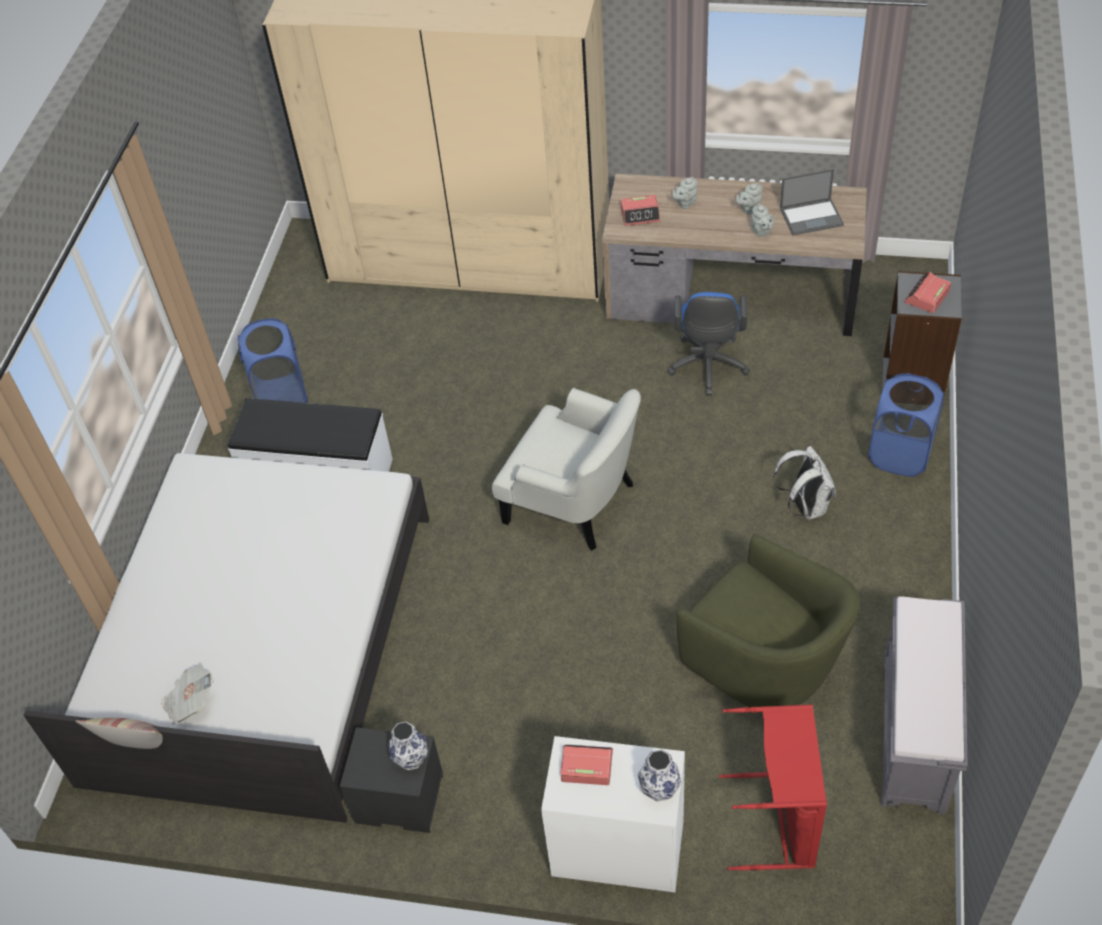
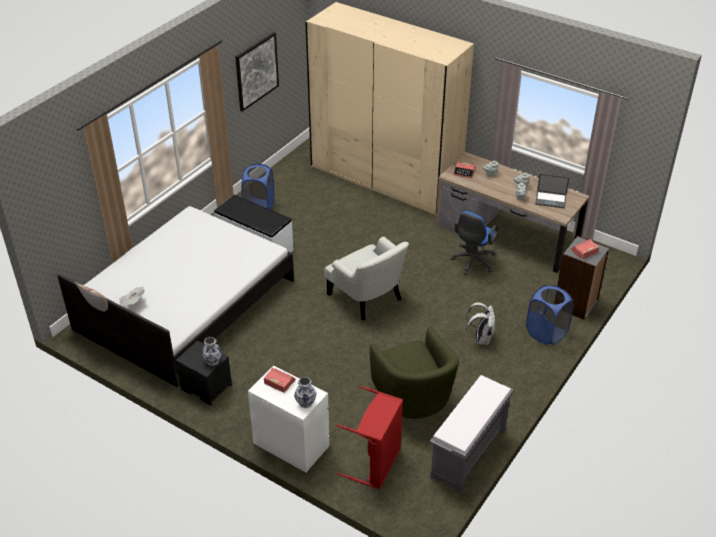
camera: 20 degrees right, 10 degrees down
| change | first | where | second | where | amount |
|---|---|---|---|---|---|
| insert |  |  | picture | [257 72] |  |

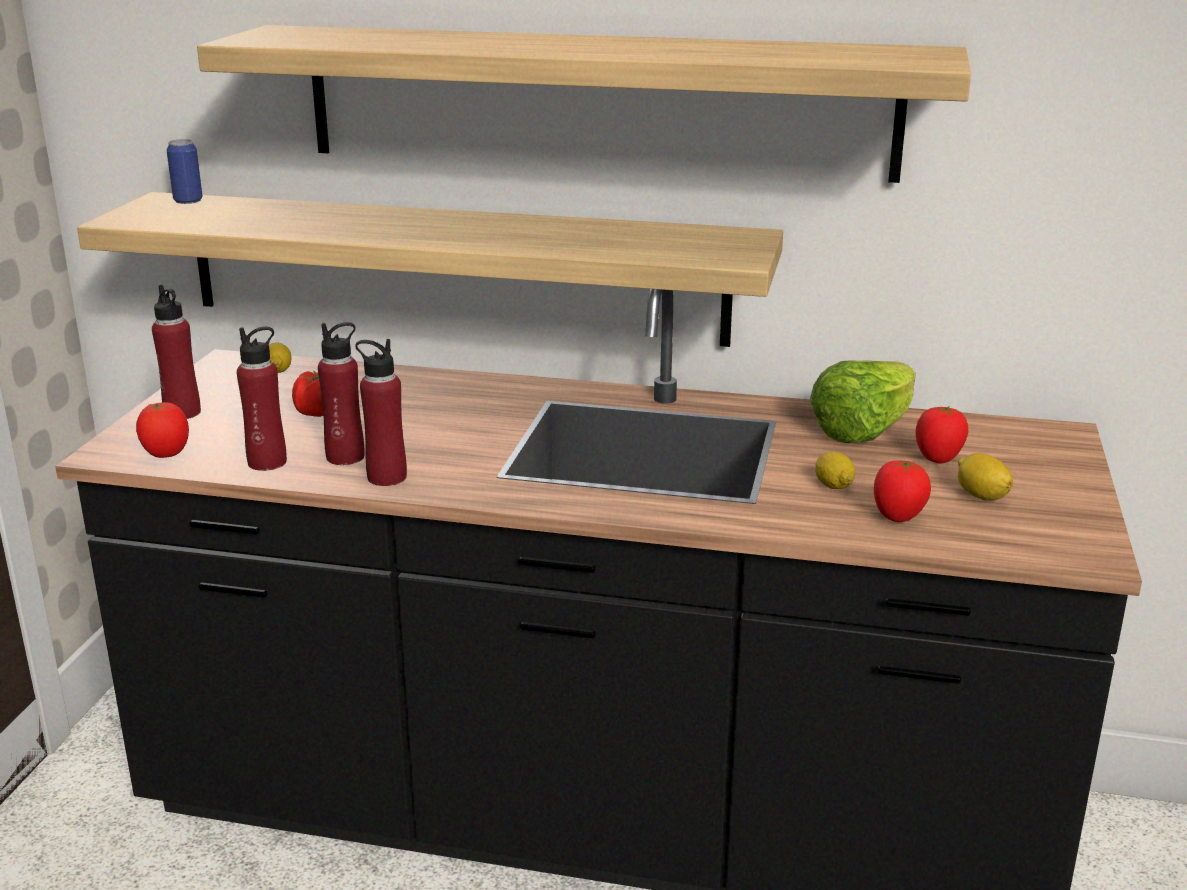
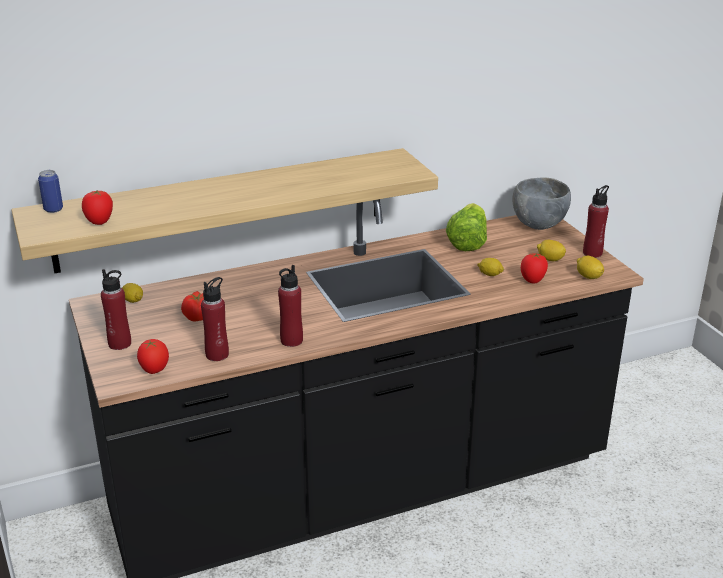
camera: 35 degrees left, 5 degrees up
| change | first | where | second | where | amount |
|---|---|---|---|---|---|
| delete | shelf | [584 104] |  |  |  |
| move | red bottle | [341 393] |  | [596 221] |  |
| move | tomato | [942 435] |  | [97 207] |  |
| insert |  |  | grey bowl | [541 203] |  |
| insert |  |  | lemon | [590 267] |  |

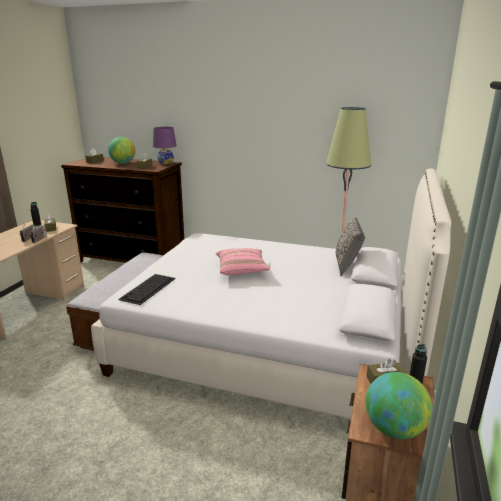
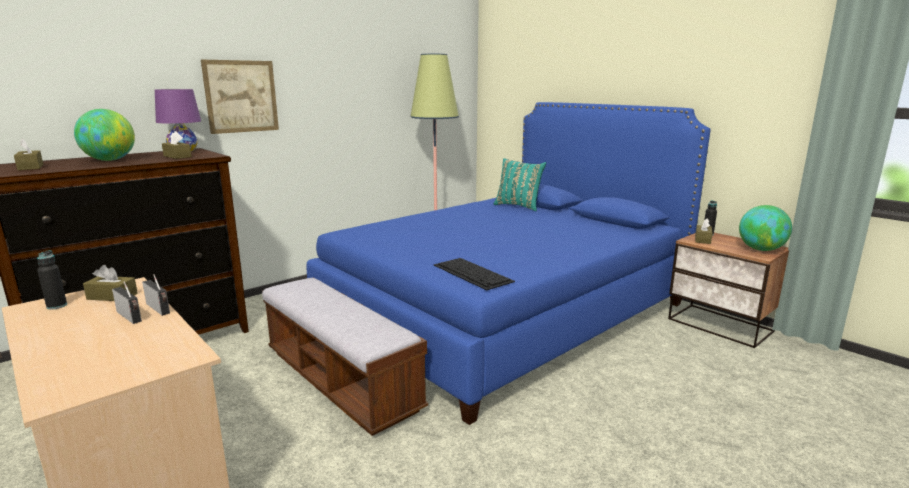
camera: 60 degrees left, 5 degrees down
| change | first | where | second | where | amount |
|---|---|---|---|---|---|
| recolor | white bed | [271 293] | blue bed | [509 263] |  |
| recolor | grey pillow | [350 246] | turquoise pillow | [520 184] |  |
| delete | pink pillow | [243 261] |  |  |  |
| insert |  |  | picture | [240 97] |  |

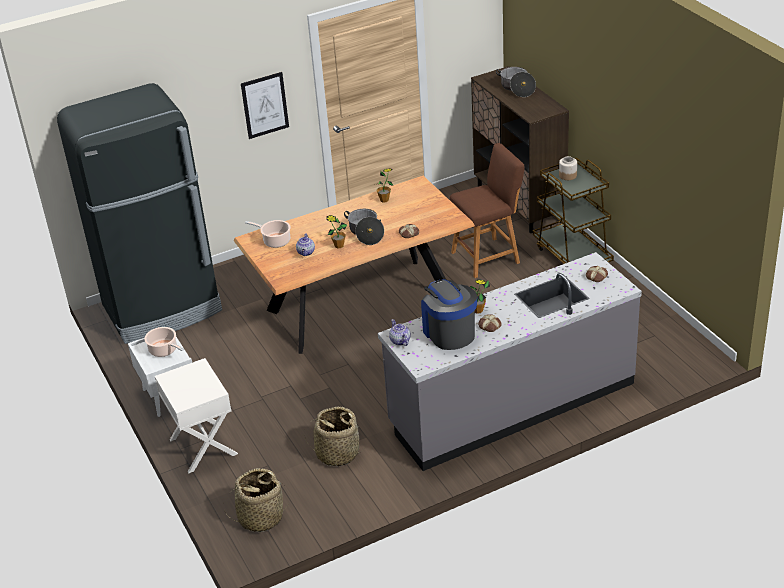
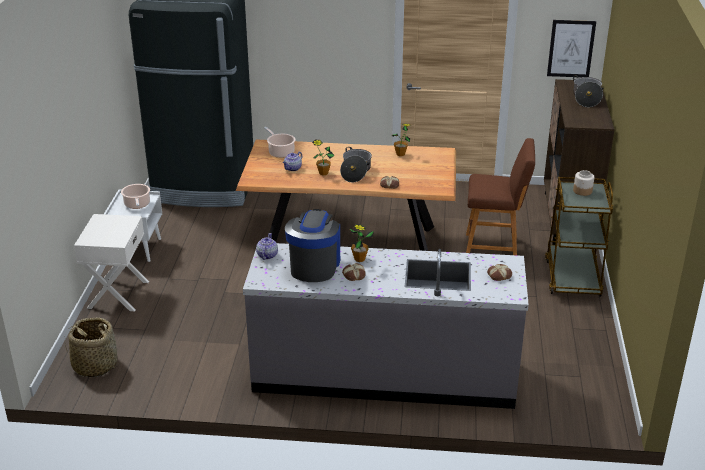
camera: 30 degrees right, 5 degrees down
| change | first | where | second | where | amount |
|---|---|---|---|---|---|
| move | picture | [265 105] |  | [571 48] |  |
| delete | basket | [334 436] |  |  |  |

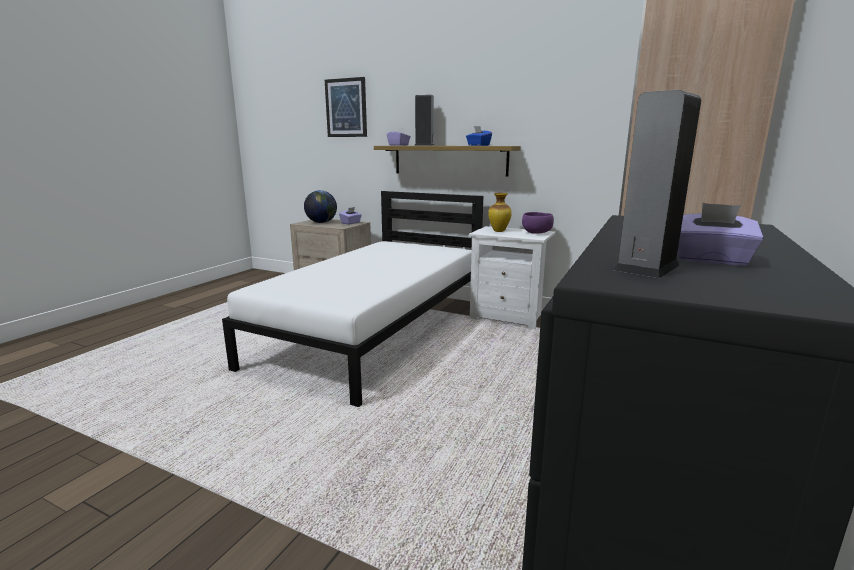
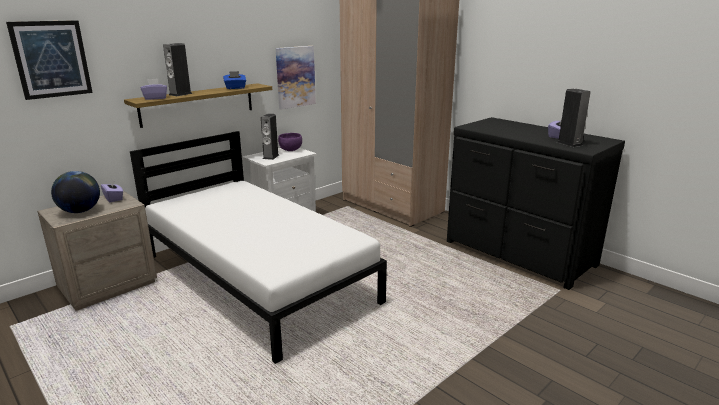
camera: 70 degrees left, 5 degrees up
| change | first | where | second | where | amount |
|---|---|---|---|---|---|
| replace | vase | [500 212] | speaker | [270 137] |  |
| insert |  |  | picture | [296 78] |  |

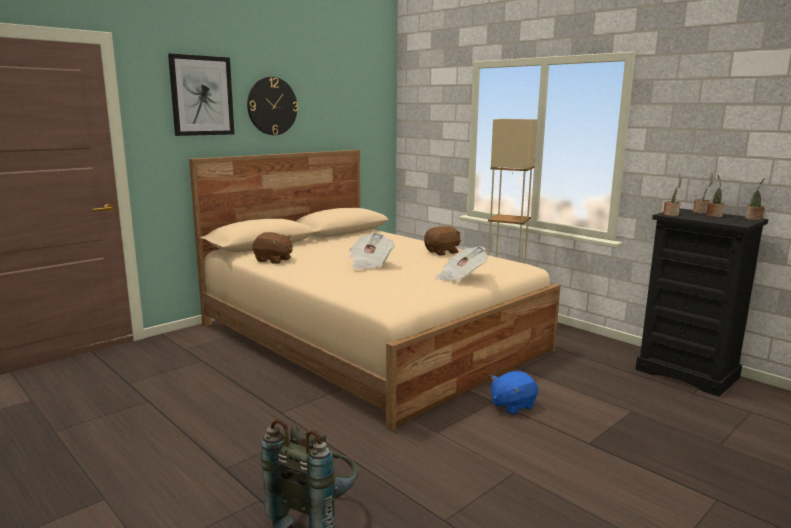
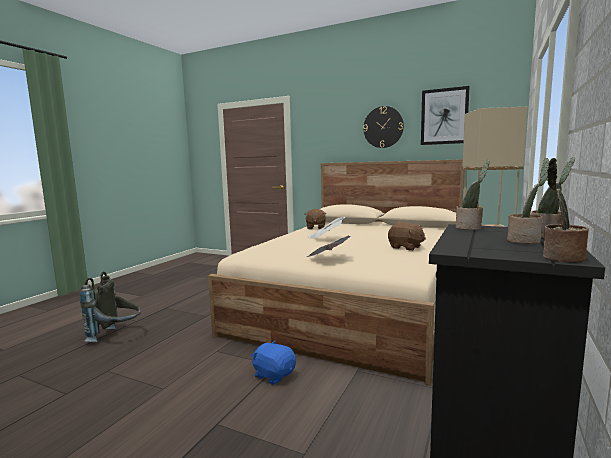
camera: 70 degrees right, 5 degrees down
| change | first | where | second | where | amount |
|---|---|---|---|---|---|
| move | picture | [201 95] |  | [445 115] |  |

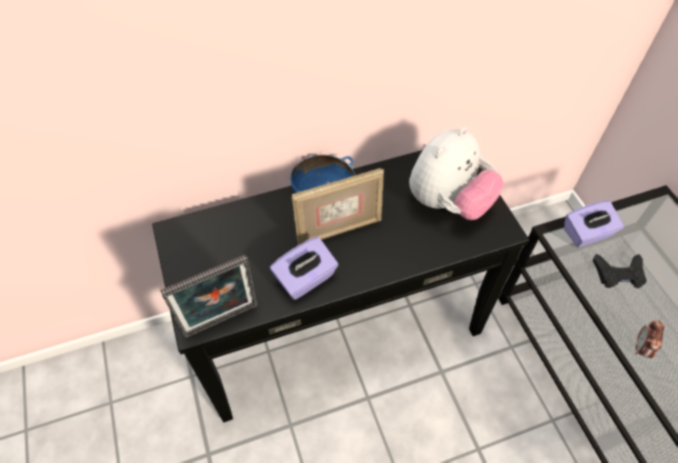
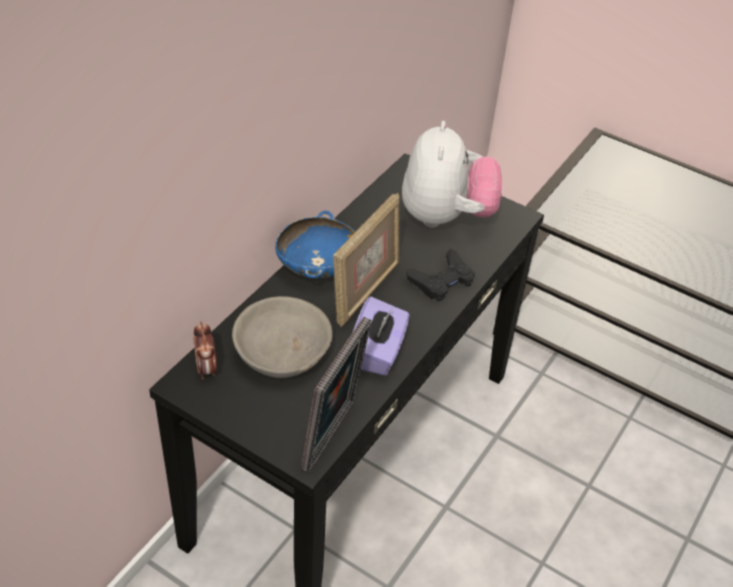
camera: 40 degrees left, 10 degrees down
| change | first | where | second | where | amount |
|---|---|---|---|---|---|
| delete | purple tissue box | [594 224] |  |  |  |
| move | black game controller | [619 271] |  | [440 274] |  |
| move | alarm clock | [649 339] |  | [205 350] |  |
| insert |  |  | grey bowl | [282 337] |  |

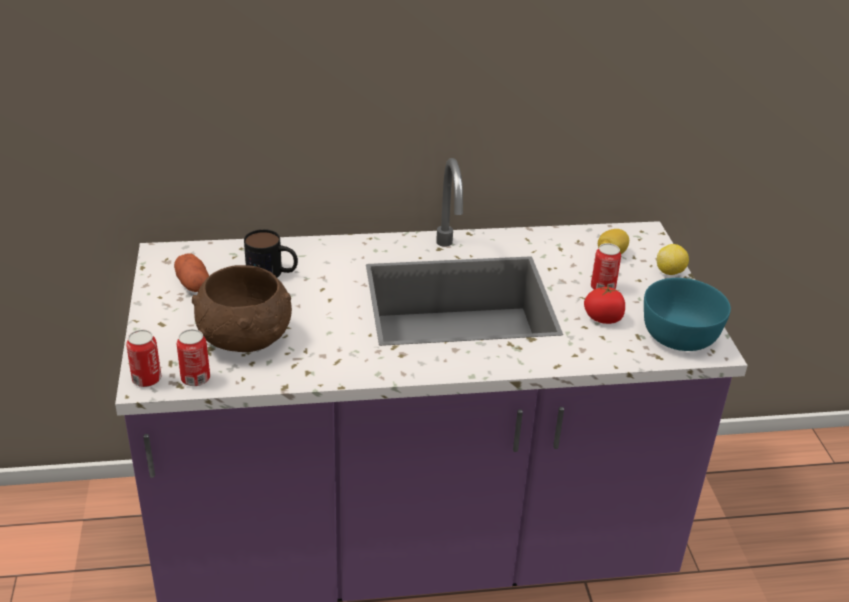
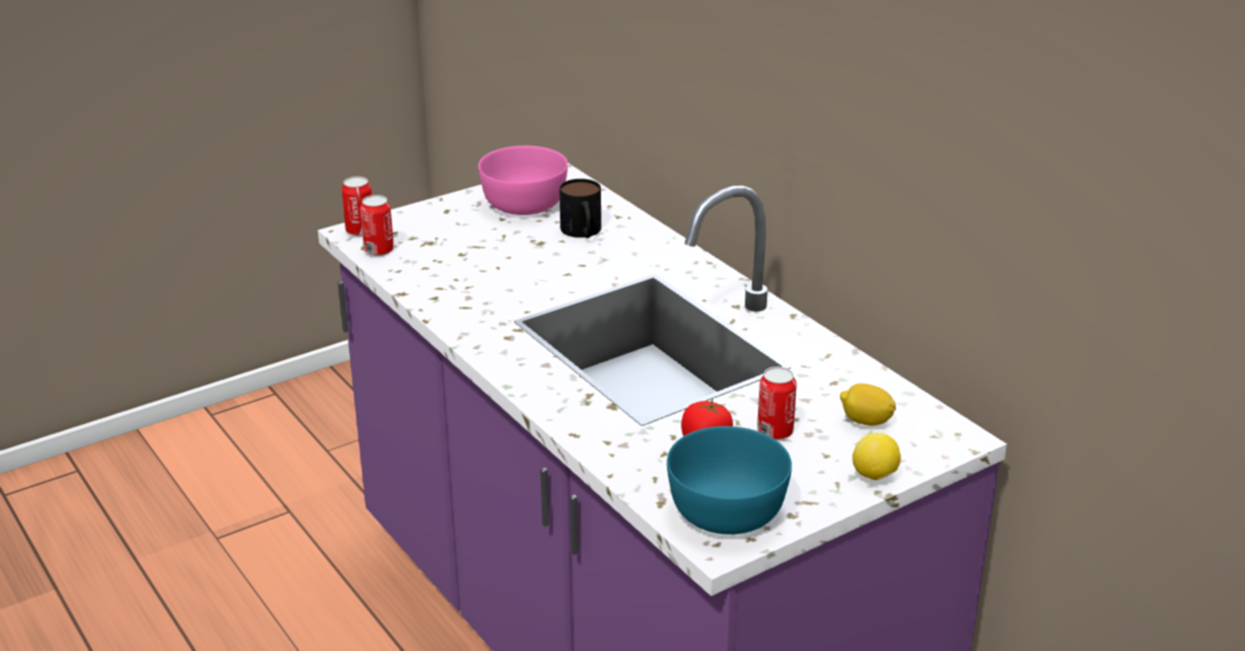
camera: 65 degrees right, 5 degrees down
| change | first | where | second | where | amount |
|---|---|---|---|---|---|
| replace | potato | [191 273] | pink bowl | [523 180] |  |
| delete | brown bowl | [242 308] |  |  |  |

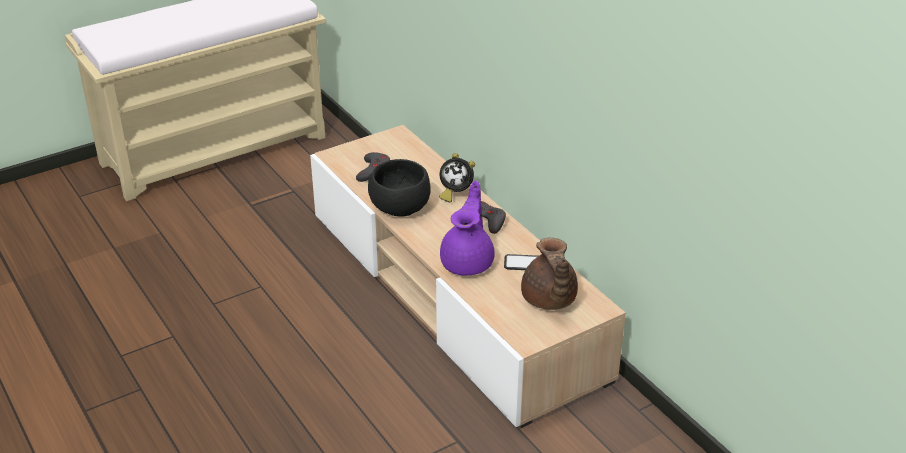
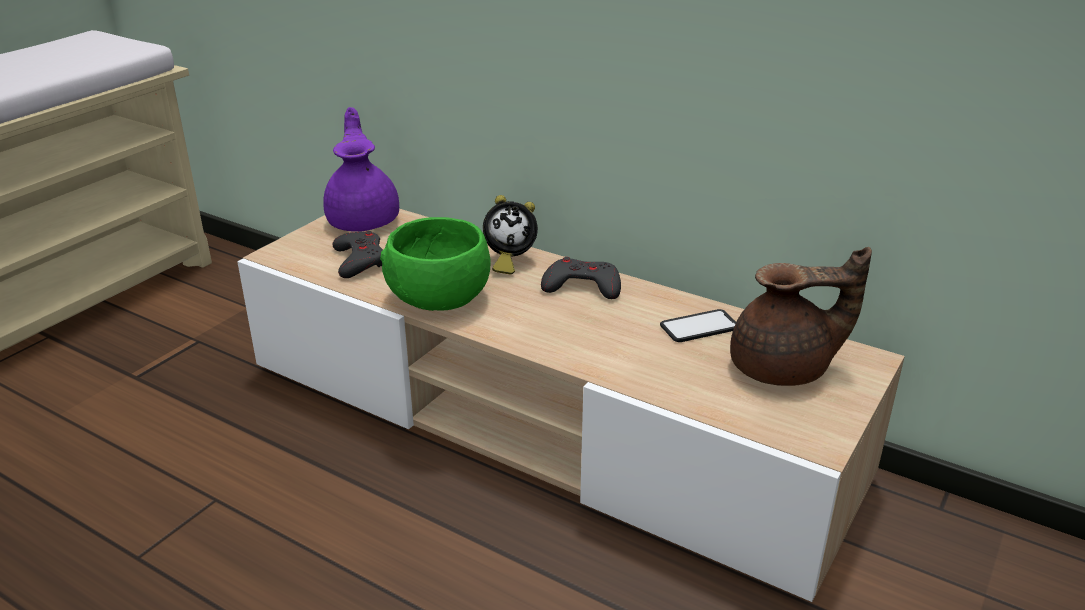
camera: 25 degrees left, 5 degrees down
| change | first | where | second | where | amount |
|---|---|---|---|---|---|
| recolor | black bowl | [399 187] | green bowl | [435 264] |  |
| move | purple teapot | [467 228] |  | [361 169] |  |
| rotate | brown teapot | [549 274] |  | [801 316] | 60 degrees counterclockwise |

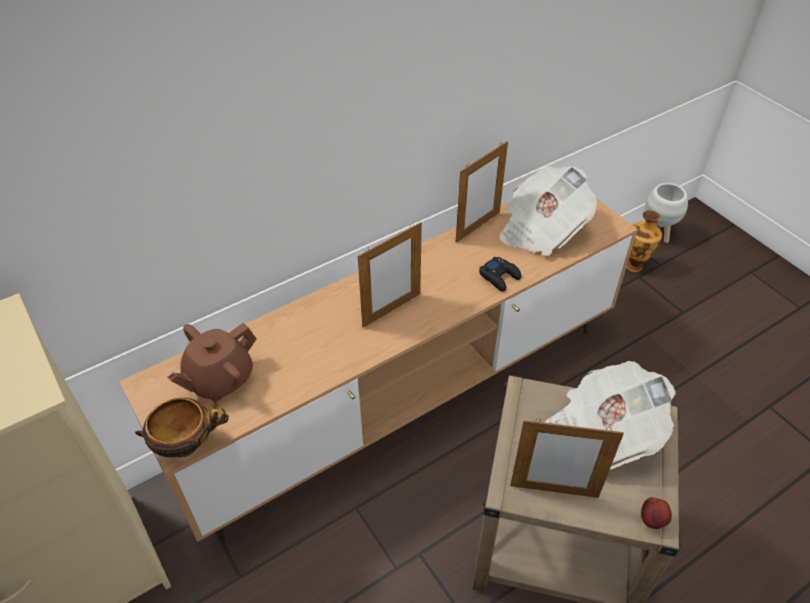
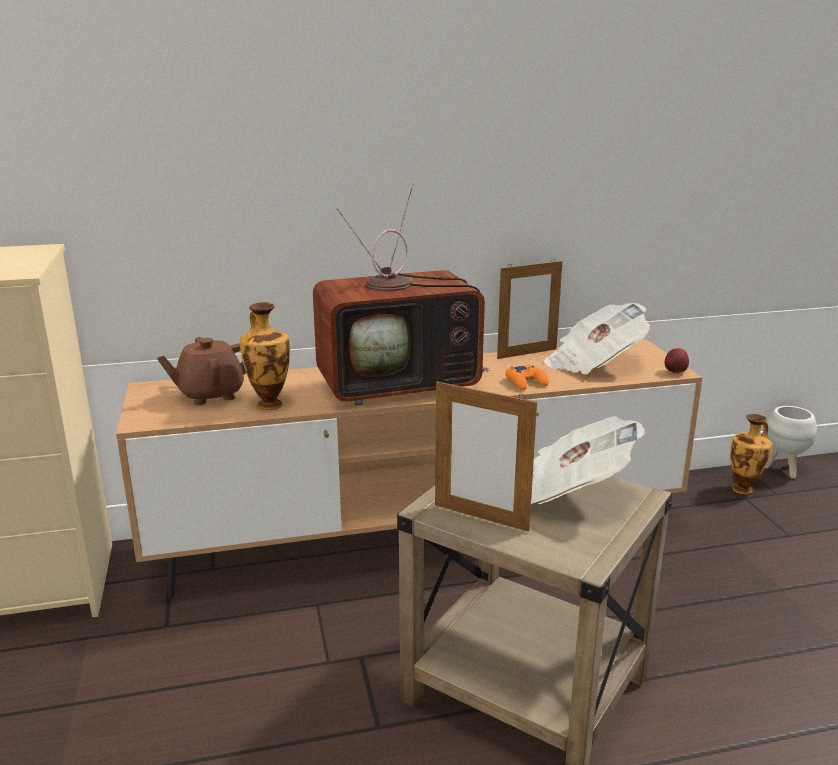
camera: 20 degrees right, 25 degrees down
| change | first | where | second | where | amount |
|---|---|---|---|---|---|
| replace | picture frame | [390 275] | television | [401 294] |  |
| recolor | black game controller | [500 274] | orange game controller | [527 377] |  |
| delete | bowl | [182 427] |  |  |  |
| move | apple | [656 513] |  | [677 360] |  |
| insert |  |  | vase | [265 356] |  |

